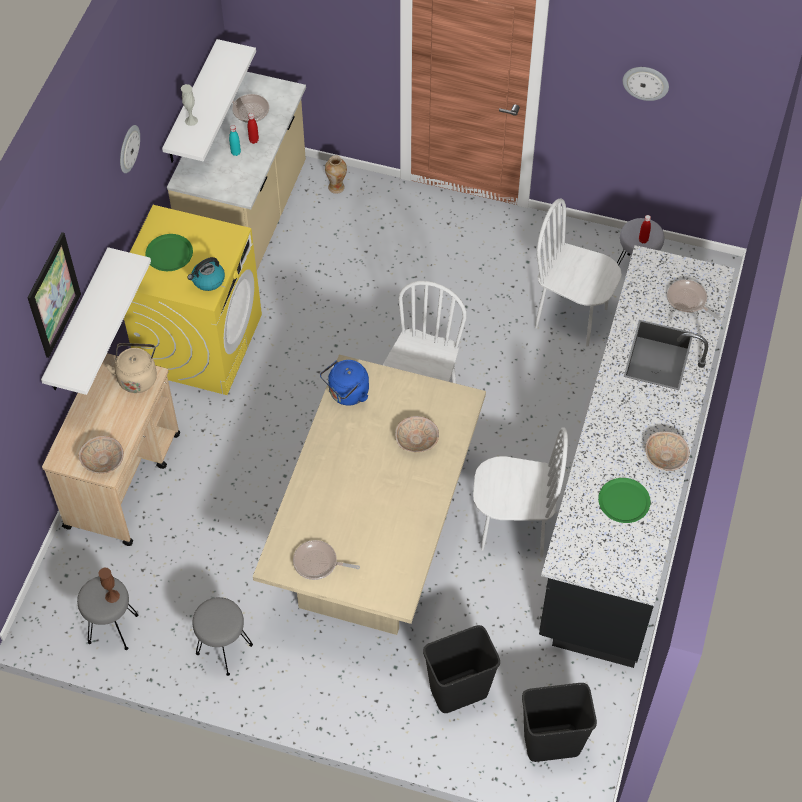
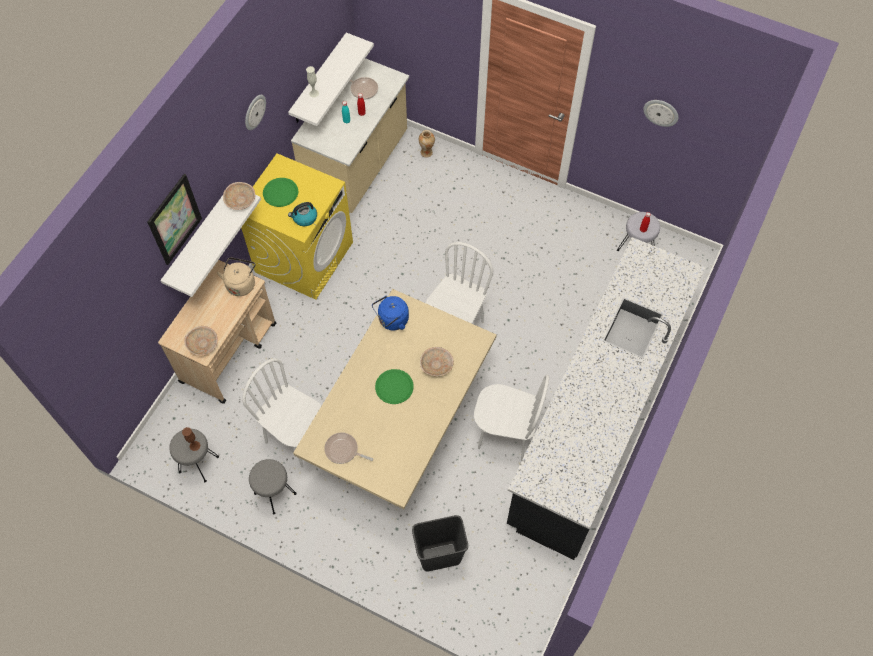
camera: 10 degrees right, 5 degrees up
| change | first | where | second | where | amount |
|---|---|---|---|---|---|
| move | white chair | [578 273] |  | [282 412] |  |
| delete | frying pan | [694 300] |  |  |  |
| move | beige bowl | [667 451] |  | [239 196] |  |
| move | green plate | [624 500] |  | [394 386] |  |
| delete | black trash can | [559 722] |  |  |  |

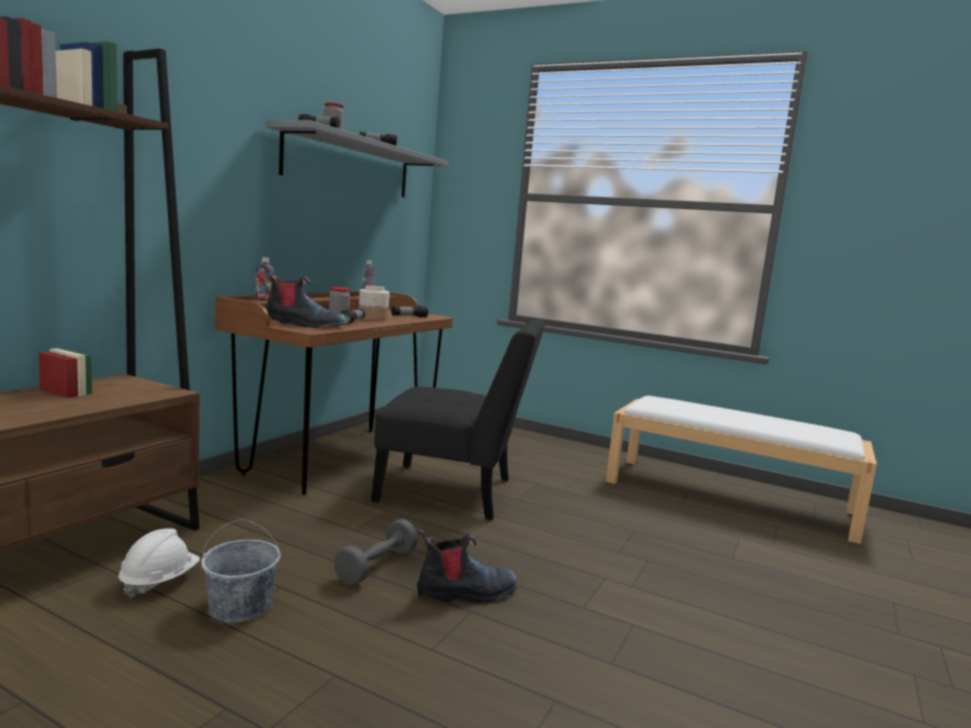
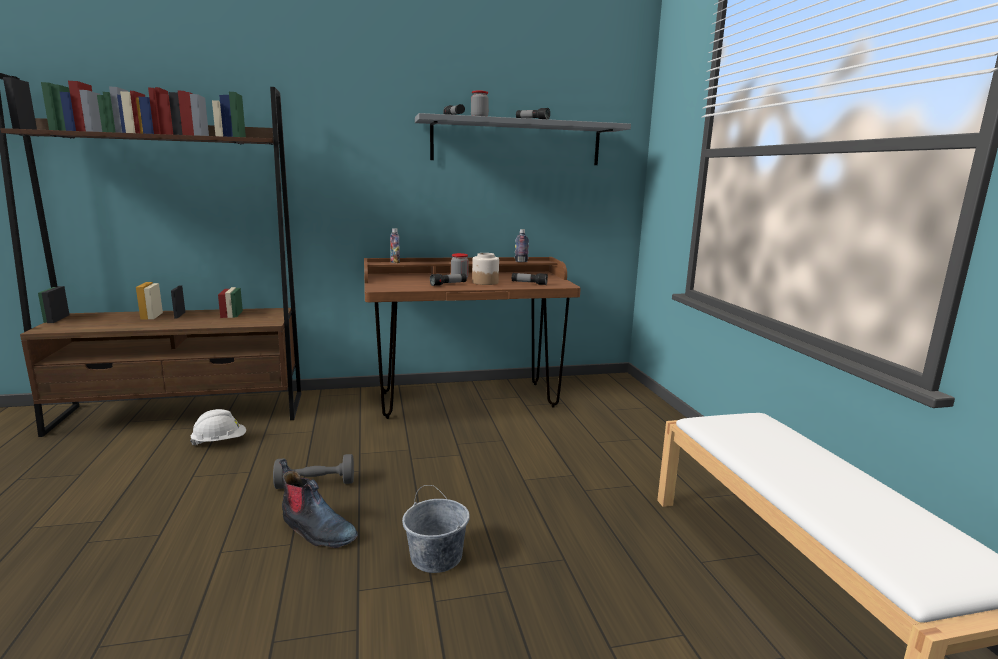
camera: 50 degrees right, 5 degrees up
| change | first | where | second | where | amount |
|---|---|---|---|---|---|
| delete | boot | [305 297] |  |  |  |
| delete | black chair | [458 419] |  |  |  |
| move | grey bucket | [241 571] |  | [436 529] |  |

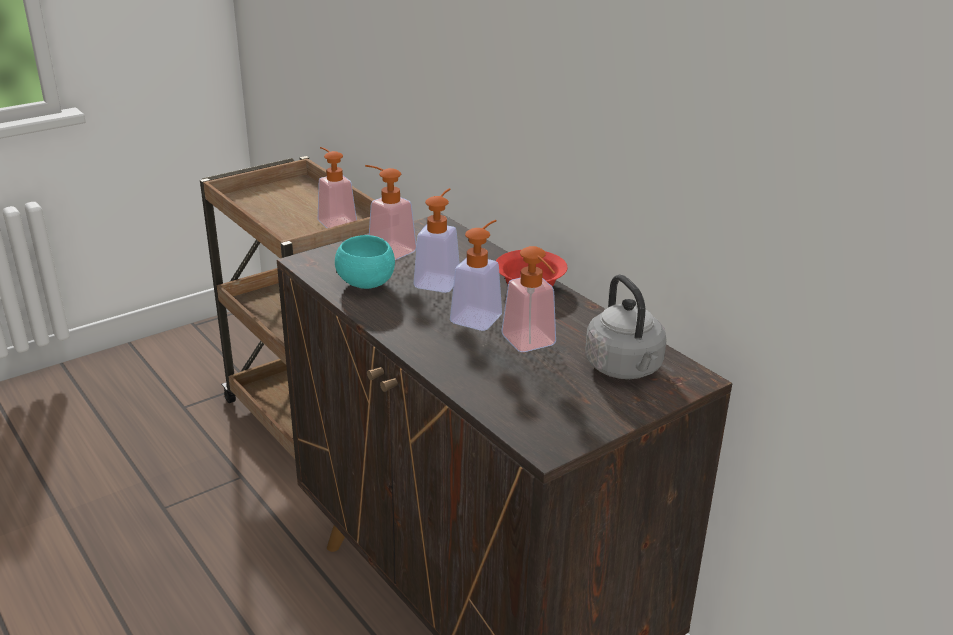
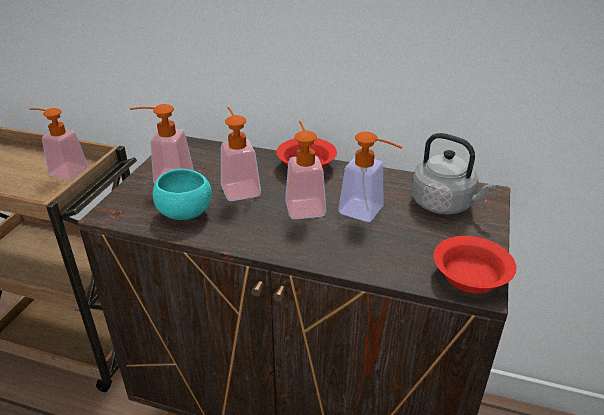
camera: 35 degrees left, 5 degrees up
| change | first | where | second | where | amount |
|---|---|---|---|---|---|
| insert |  |  | red bowl | [474 265] |  |

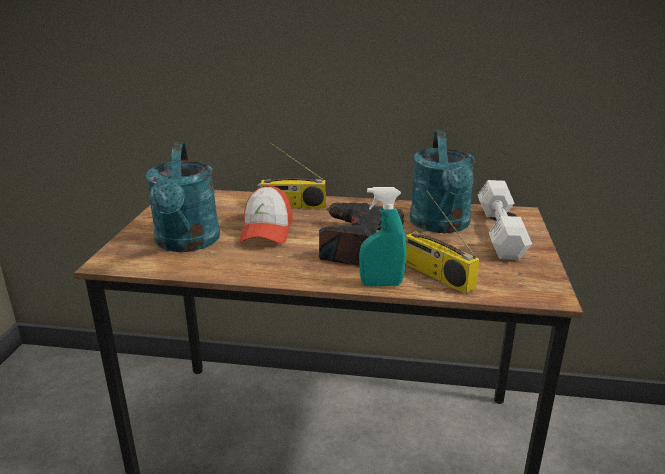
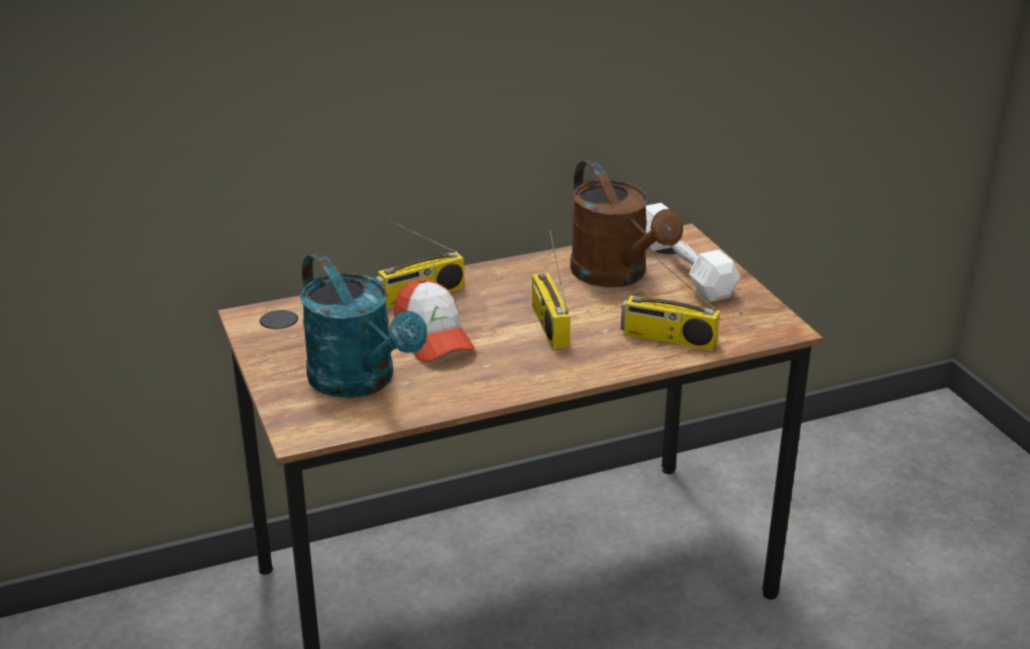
camera: 30 degrees left, 5 degrees up
| change | first | where | second | where | amount |
|---|---|---|---|---|---|
| recolor | turquoise watering can | [443 182] | brown watering can | [626 223] |  |
| delete | turquoise spray bottle | [382 237] |  |  |  |
| replace | power drill | [361 234] | radio | [551 290] |  |

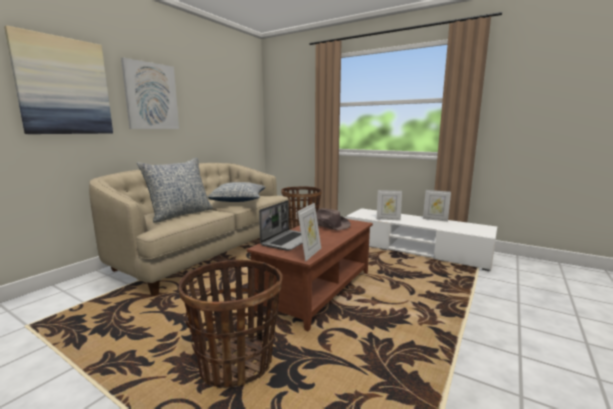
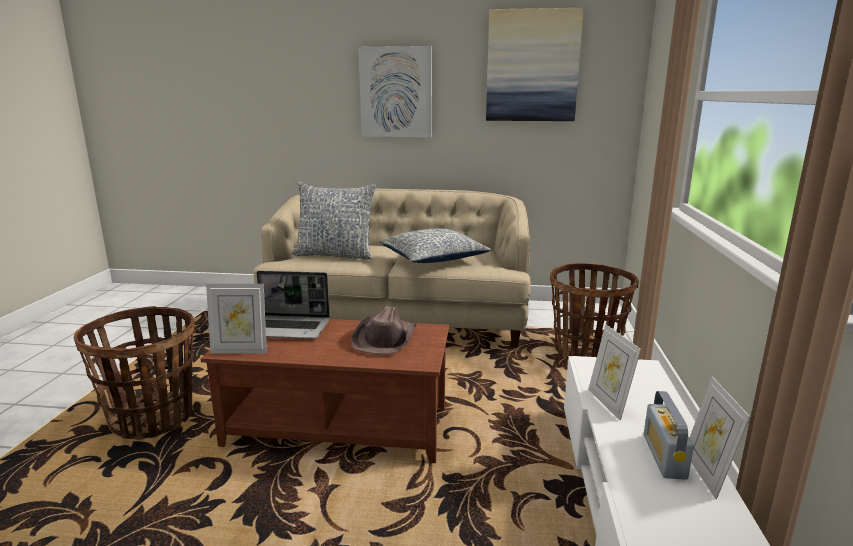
camera: 65 degrees right, 5 degrees up
| change | first | where | second | where | amount |
|---|---|---|---|---|---|
| move | picture | [58 79] |  | [535 64] |  |
| insert |  |  | radio | [669 435] |  |

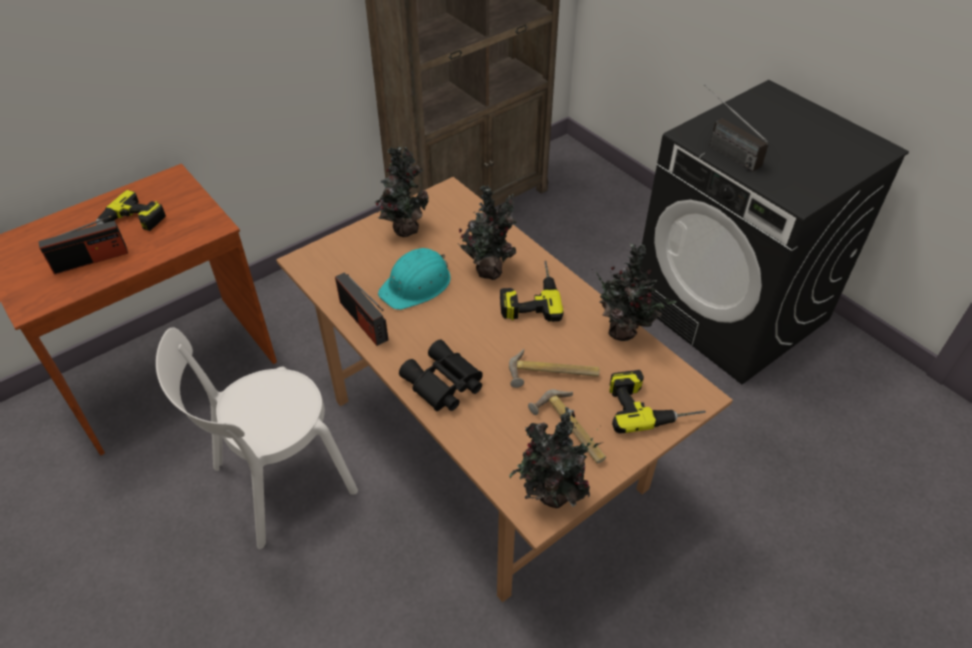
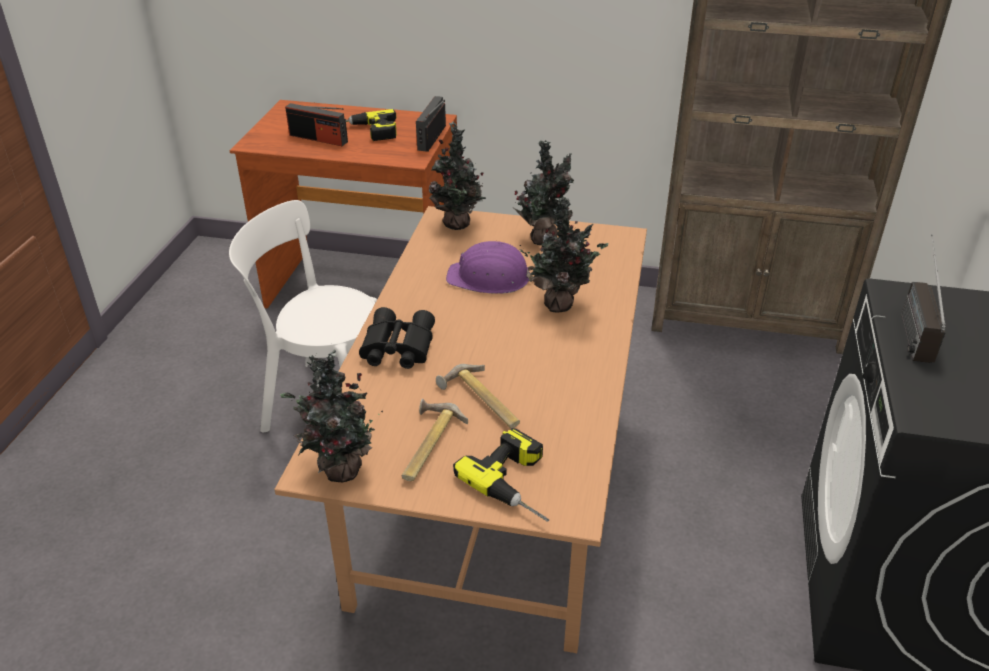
camera: 50 degrees right, 10 degrees down
| change | first | where | second | where | amount |
|---|---|---|---|---|---|
| move | potted plant | [636 292] |  | [457 176] |  |
| recolor | turquoise hard hat | [414 279] | purple hard hat | [490 267] |  |
| delete | power drill | [532 291] |  |  |  |
| move | radio | [361 309] |  | [431 124] |  |

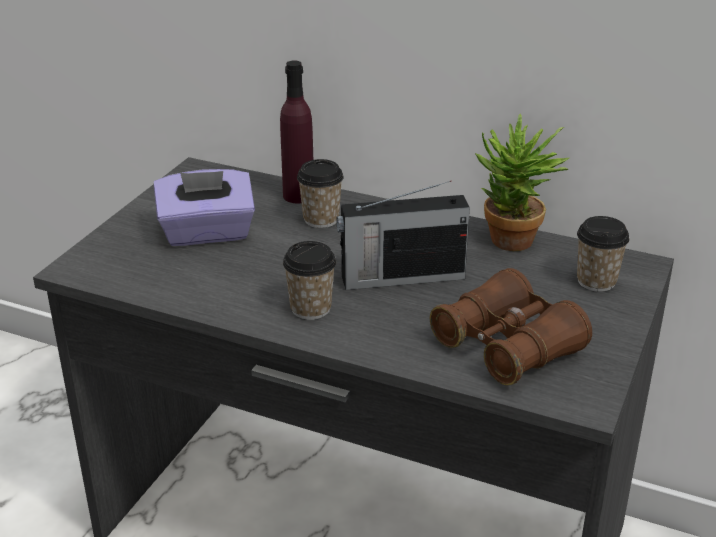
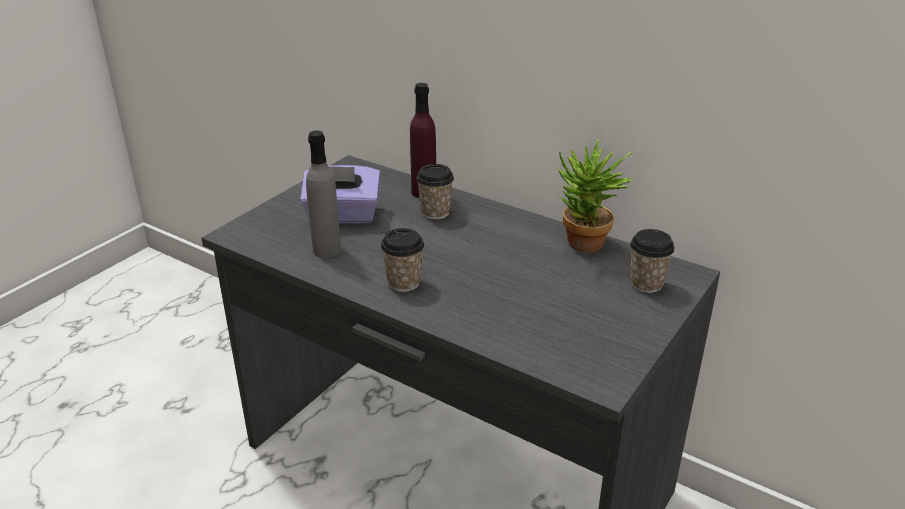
camera: 10 degrees right, 0 degrees up
| change | first | where | second | where | amount |
|---|---|---|---|---|---|
| delete | radio | [403 235] |  |  |  |
| delete | brown binoculars | [511 326] |  |  |  |
| insert |  |  | grey bottle | [323 194] |  |

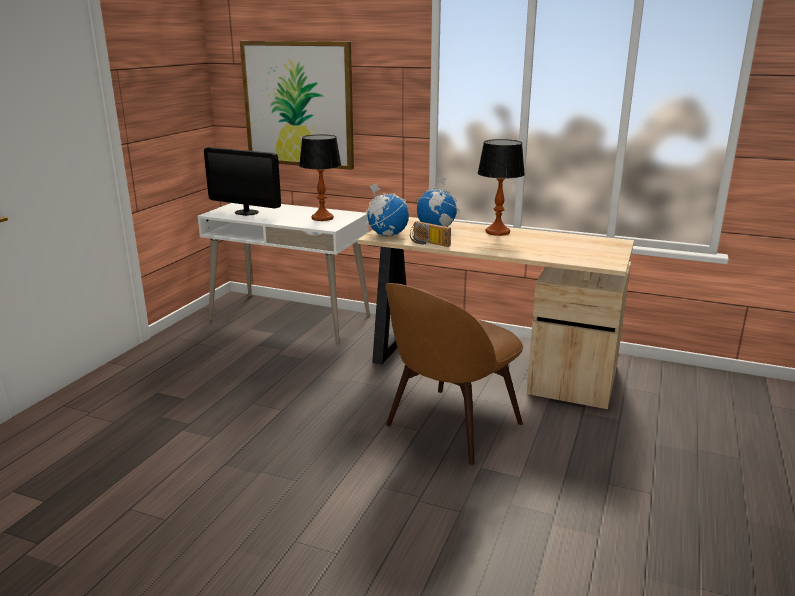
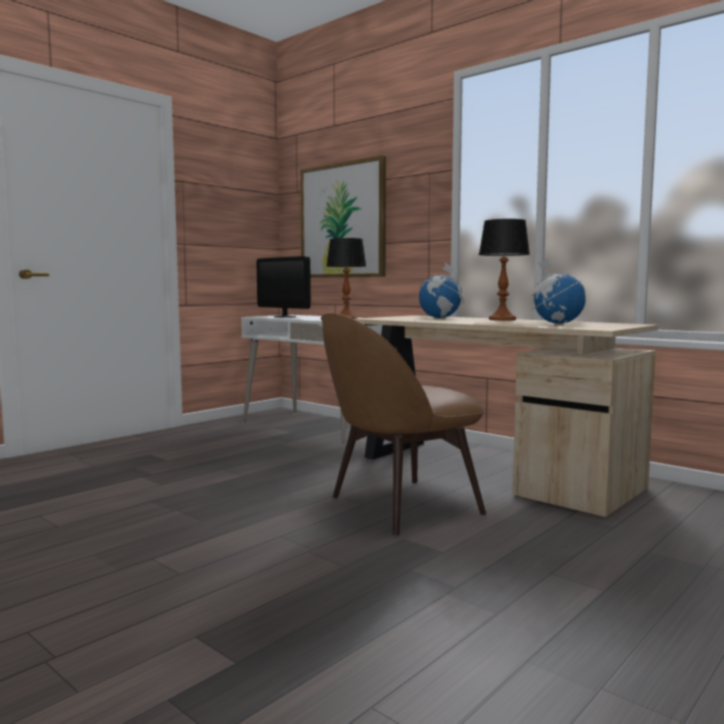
camera: 20 degrees right, 15 degrees down
| change | first | where | second | where | amount |
|---|---|---|---|---|---|
| move | globe | [387 209] |  | [559 291] |  |
| delete | radio | [430 234] |  |  |  |

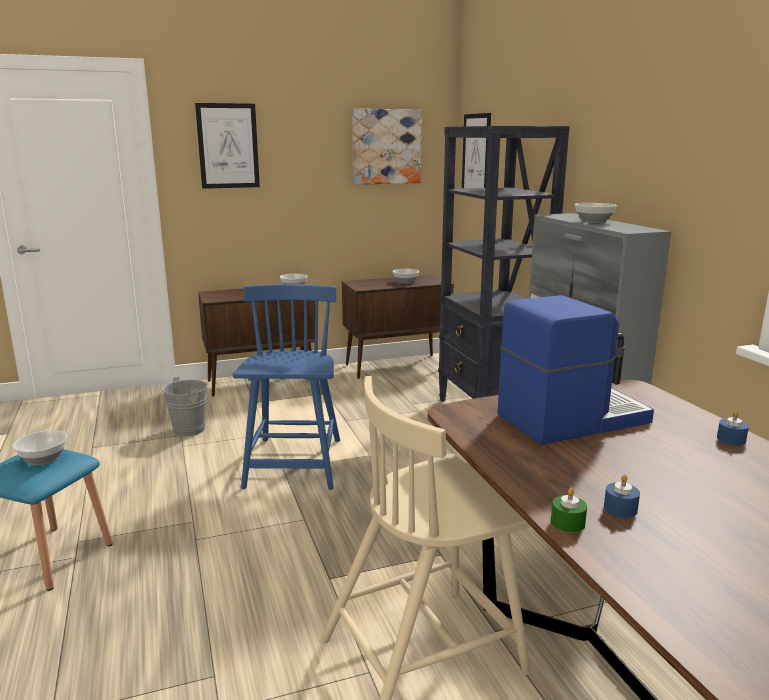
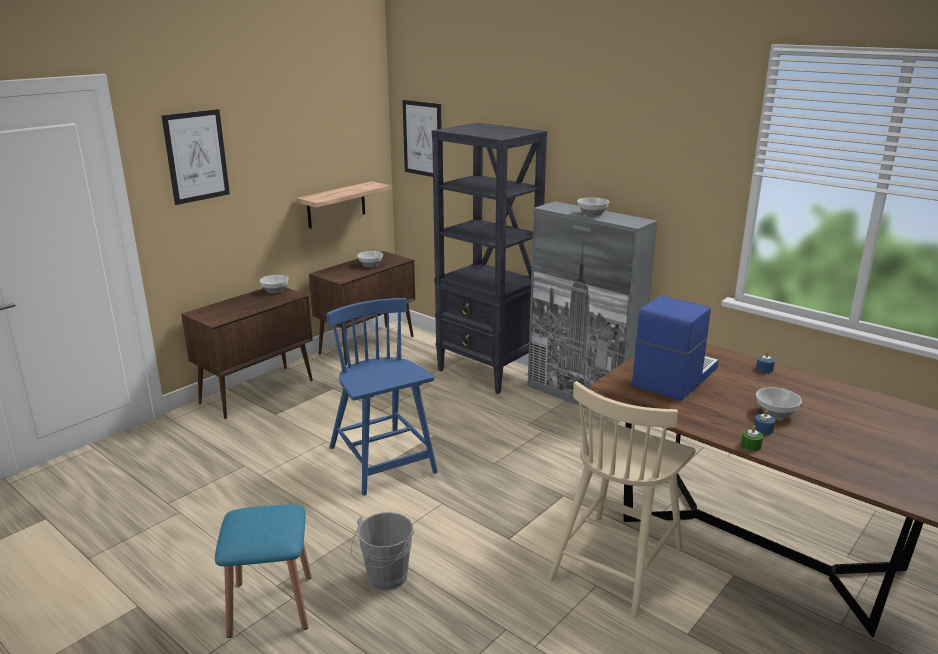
camera: 30 degrees left, 5 degrees up
| change | first | where | second | where | amount |
|---|---|---|---|---|---|
| delete | picture | [387 147] |  |  |  |
| move | grey bucket | [182 406] |  | [382 551] |  |
| move | bowl | [40 447] |  | [779 403] |  |
| insert |  |  | shelf | [344 205] |  |

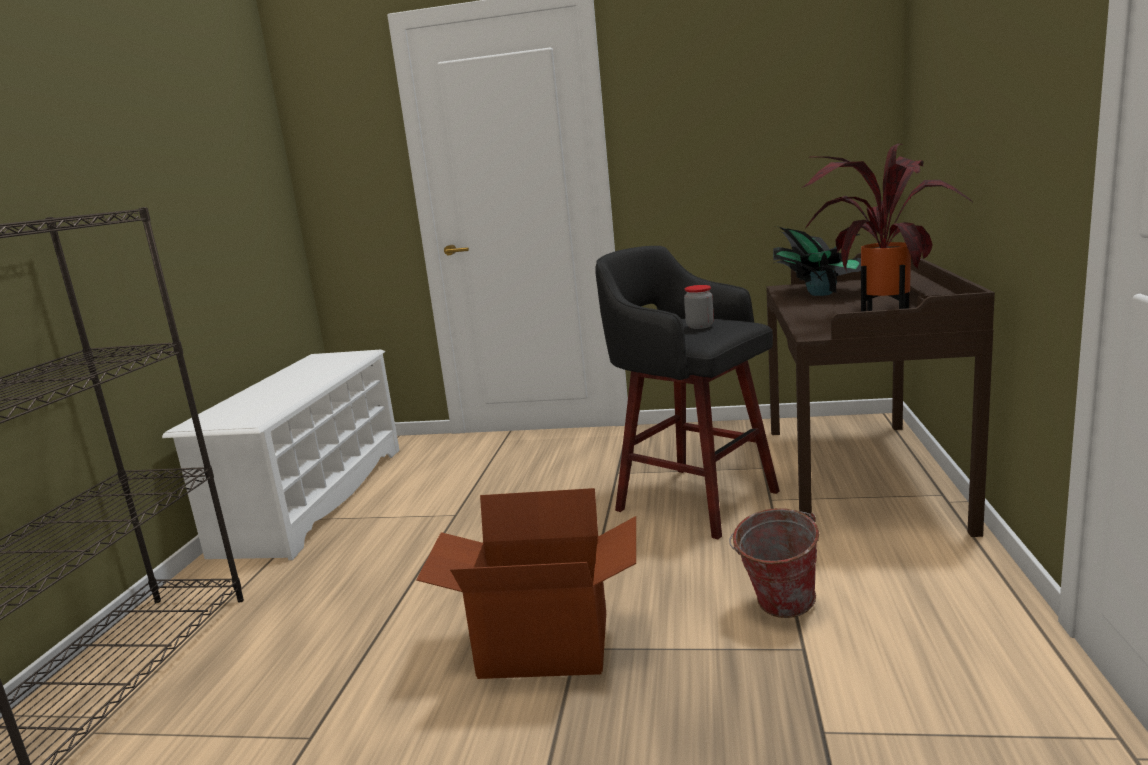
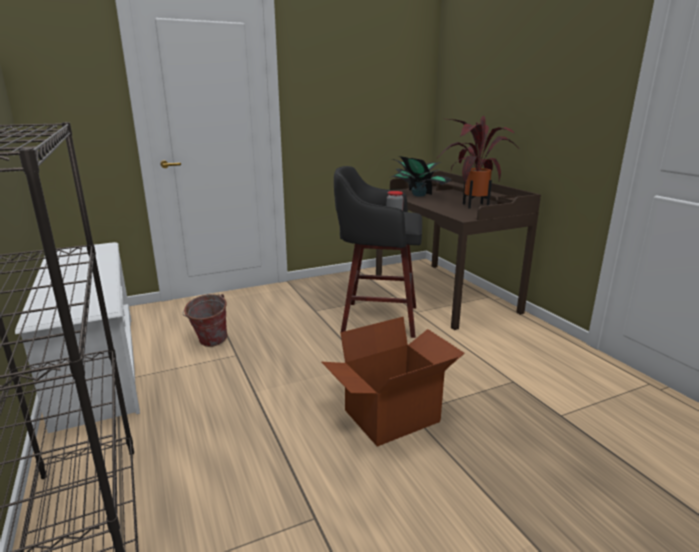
camera: 35 degrees left, 5 degrees up
| change | first | where | second | where | amount |
|---|---|---|---|---|---|
| move | bucket | [774 563] |  | [205 320] |  |

